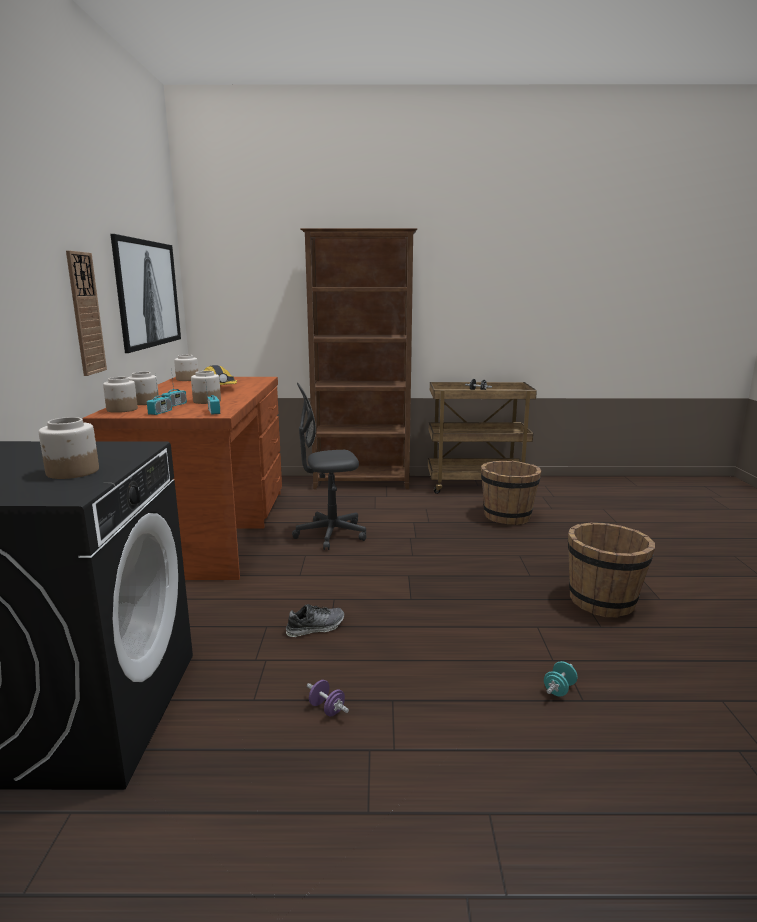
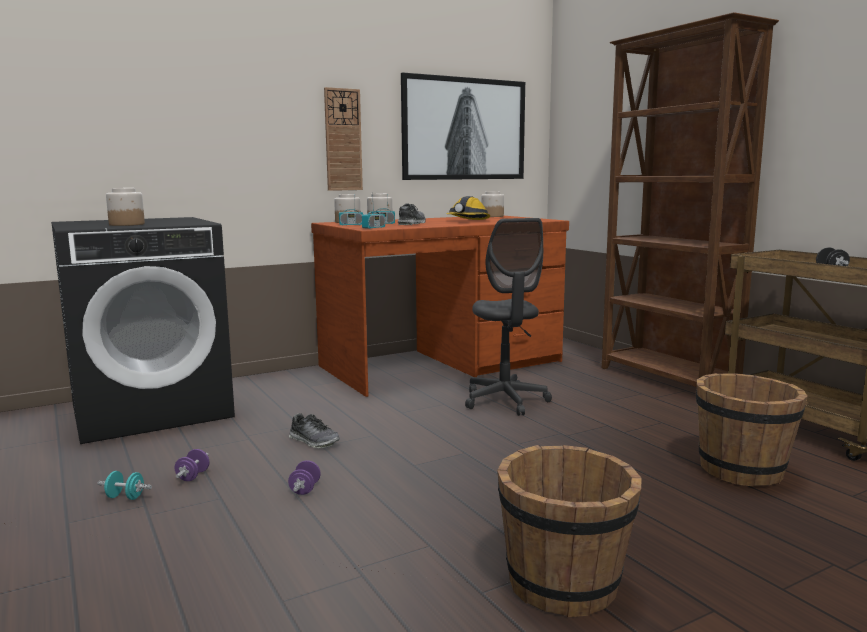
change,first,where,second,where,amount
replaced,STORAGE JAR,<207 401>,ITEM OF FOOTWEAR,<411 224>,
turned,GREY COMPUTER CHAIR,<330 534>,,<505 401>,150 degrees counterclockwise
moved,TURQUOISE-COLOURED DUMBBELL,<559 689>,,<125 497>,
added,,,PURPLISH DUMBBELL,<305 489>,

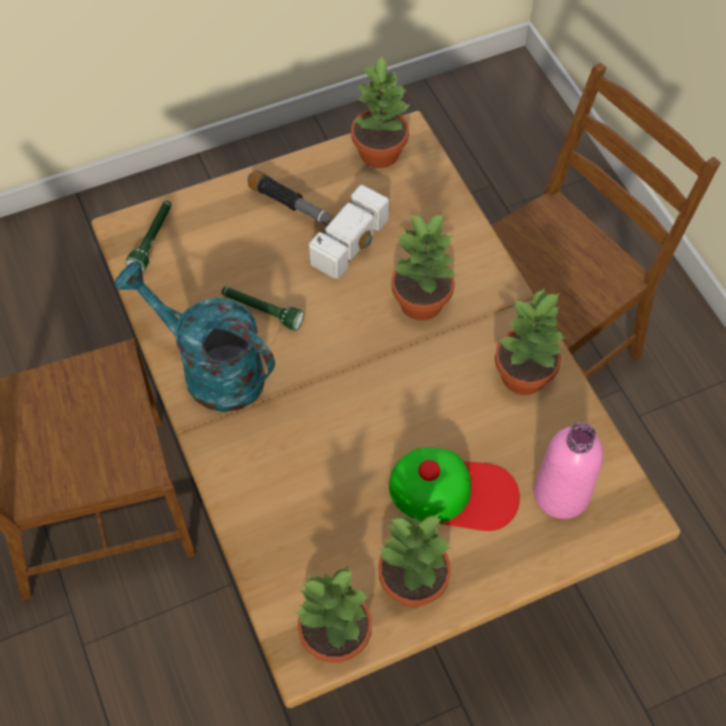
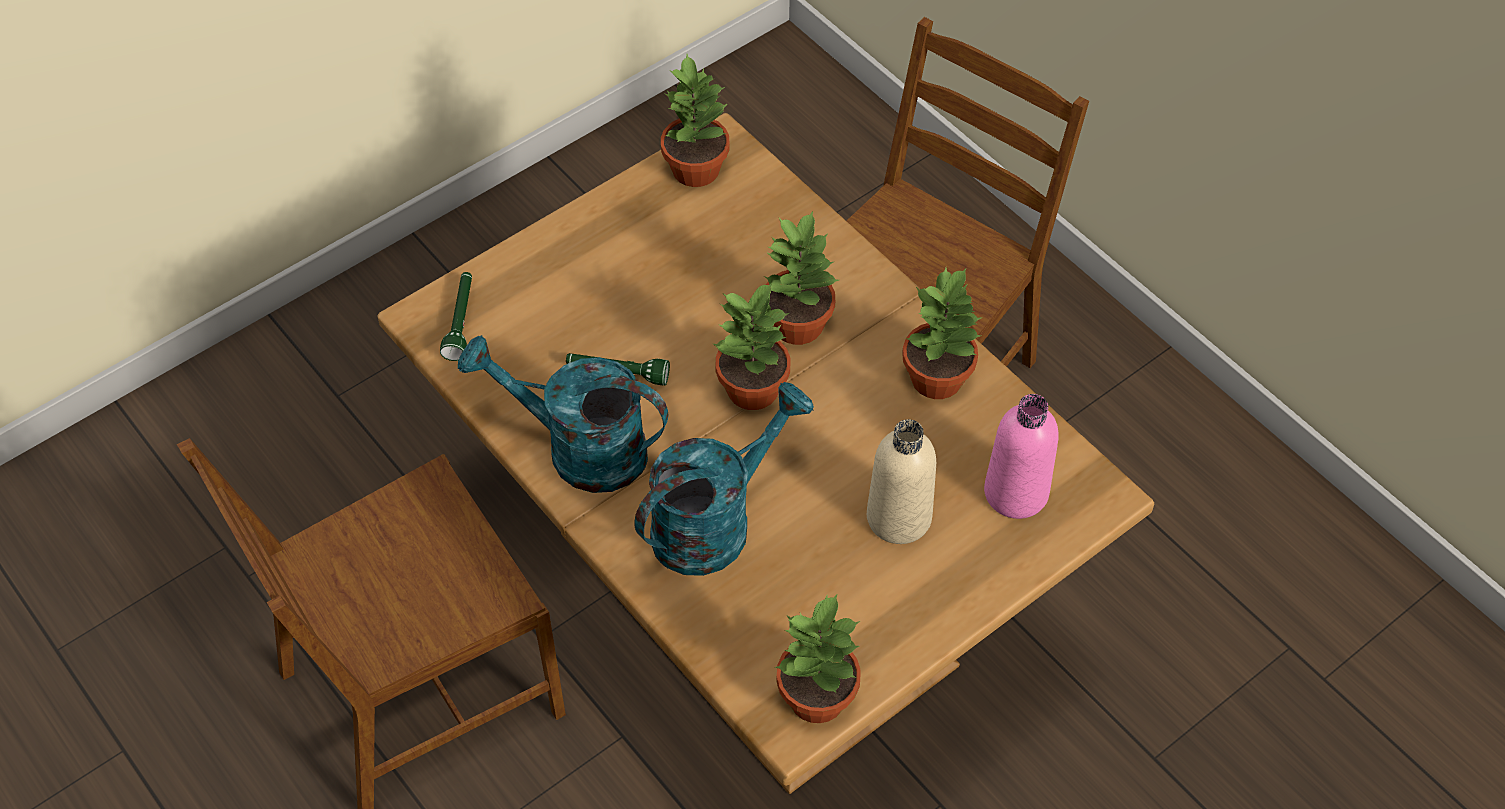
change,first,where,second,where,amount
removed,TOOL HAMMER,<308 219>,,,
replaced,CAP,<454 492>,BEIGE-COLOURED BEVERAGE BOTTLE,<899 517>,
moved,PLANT IN A POT,<411 583>,,<751 389>,
added,,,TURQUOISE-COLOURED SPRINKLING CAN,<714 521>,

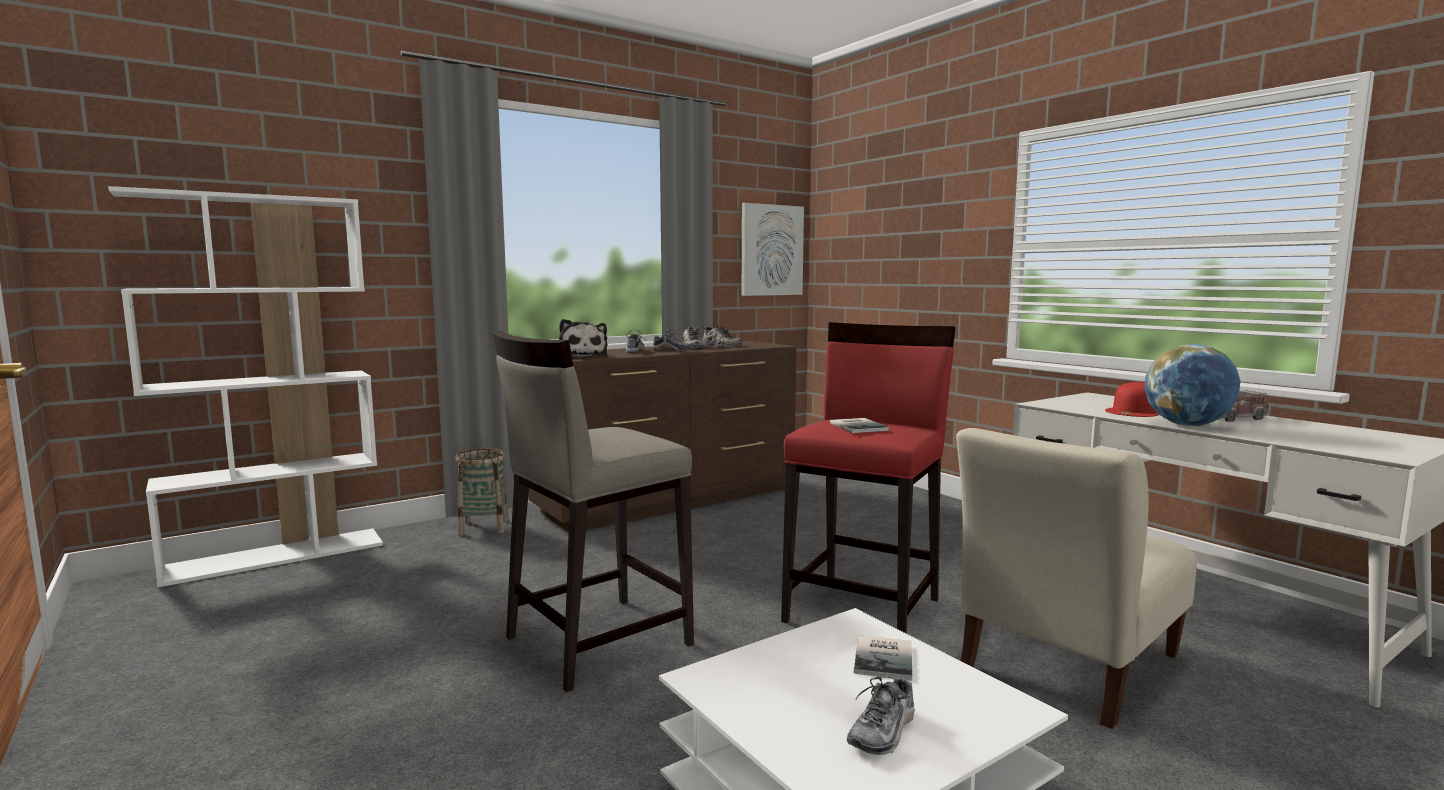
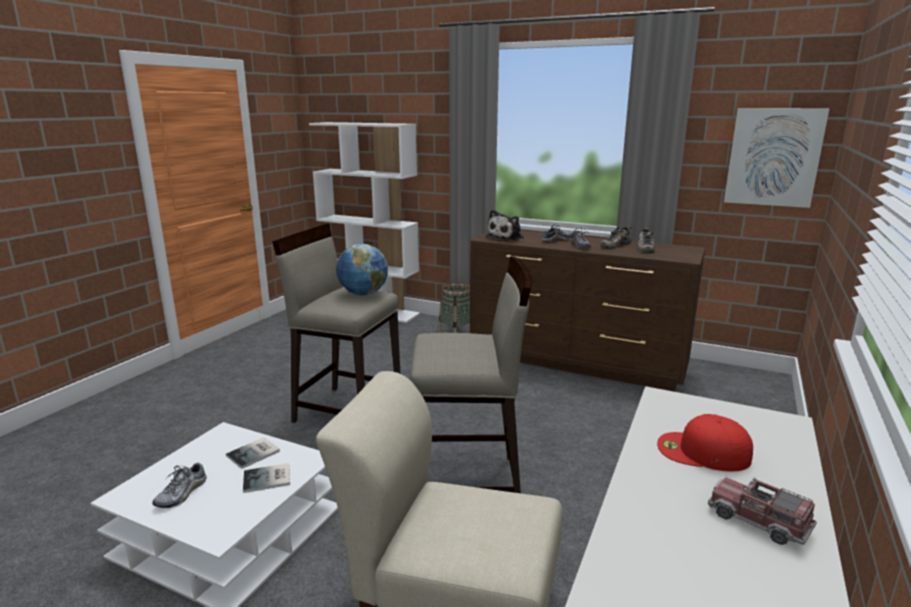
change,first,where,second,where,amount
recoloured,RED-COLOURED STOOL,<864 609>,BEIGE-COLOURED STOOL,<468 485>,
moved,WORLD GLOBE,<1187 425>,,<363 294>,
moved,VOLUME,<859 426>,,<255 453>,
turned,ITEM OF FOOTWEAR,<883 732>,,<182 494>,75 degrees counterclockwise

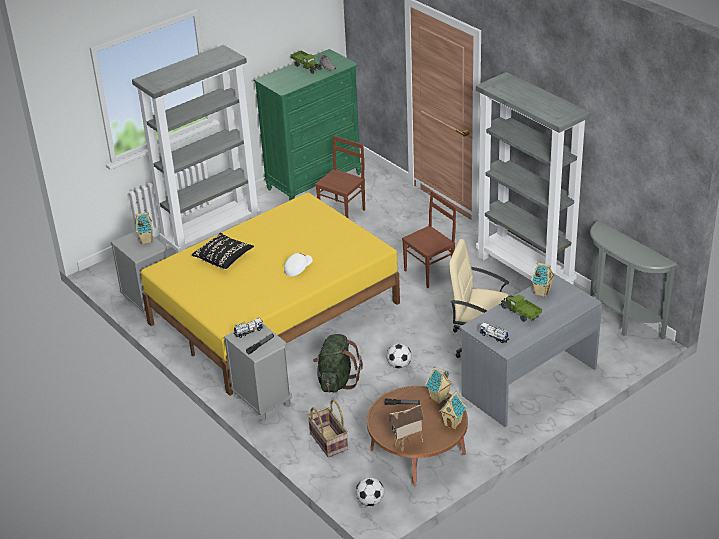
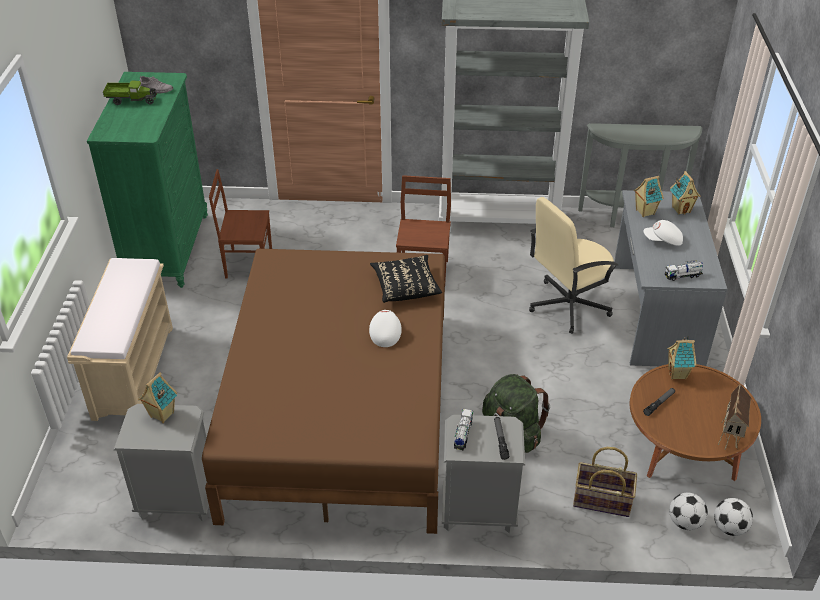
change,first,where,second,where,amount
replaced,GREY BOOKSHELF,<212 234>,BEIGE-COLOURED BENCH,<133 371>,
turned,BROWNISH CHAIR,<343 212>,,<248 263>,75 degrees counterclockwise
recoloured,YELLOWISH BED,<274 312>,BROWNISH BED,<339 409>,
moved,BLACKISH CUSHION,<223 258>,,<405 287>,
replaced,TOY TRUCK,<520 313>,WHITE CAP,<663 241>,
moved,FOOTBALL,<399 365>,,<685 522>,
moved,MODEL HOUSE,<453 423>,,<681 209>,

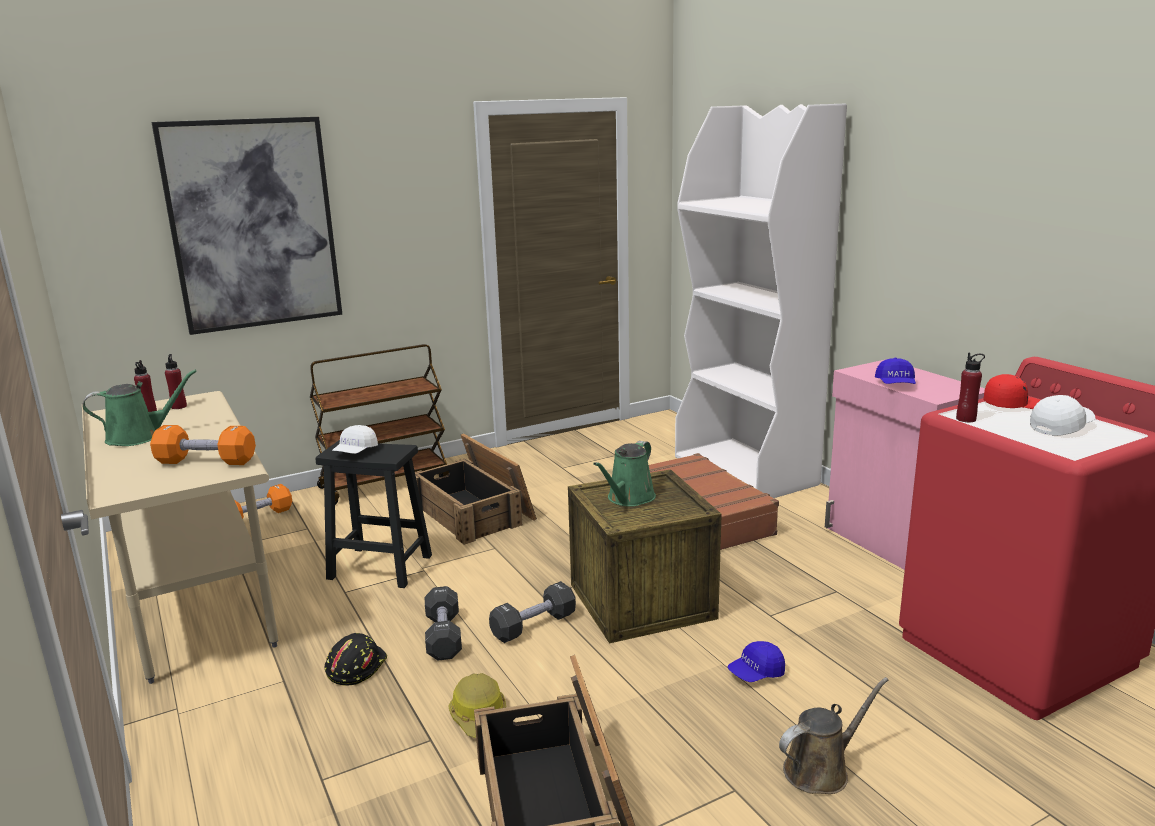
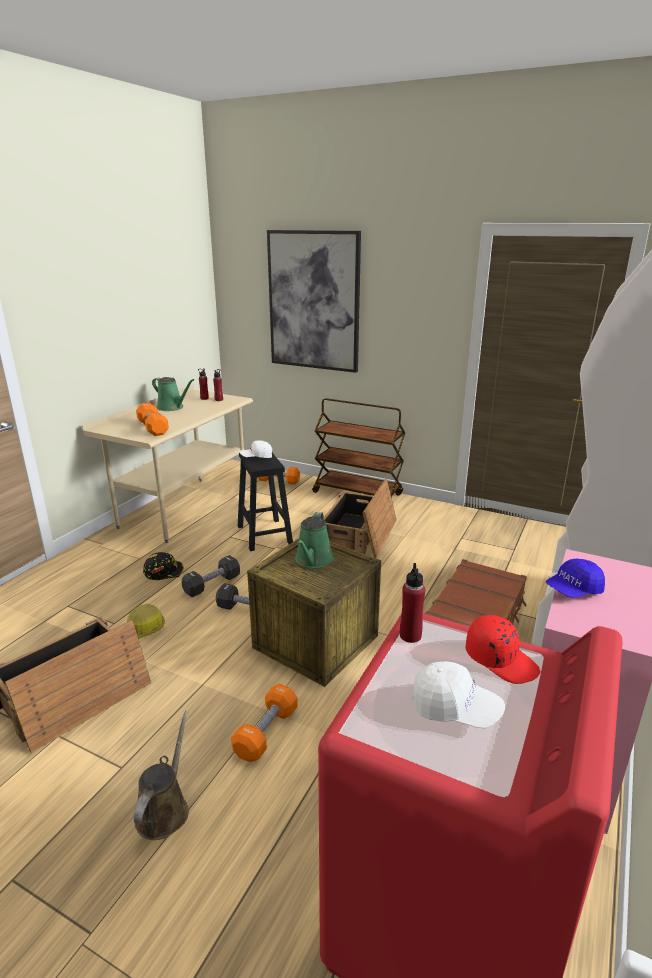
change,first,where,second,where,amount
turned,GREEN SPRINKLING CAN,<628 498>,,<313 560>,75 degrees counterclockwise
replaced,BLUE CAP,<756 673>,ORANGEY DUMBBELL,<266 732>,
turned,BROWNISH SPRINKLING CAN,<821 770>,,<164 809>,105 degrees counterclockwise

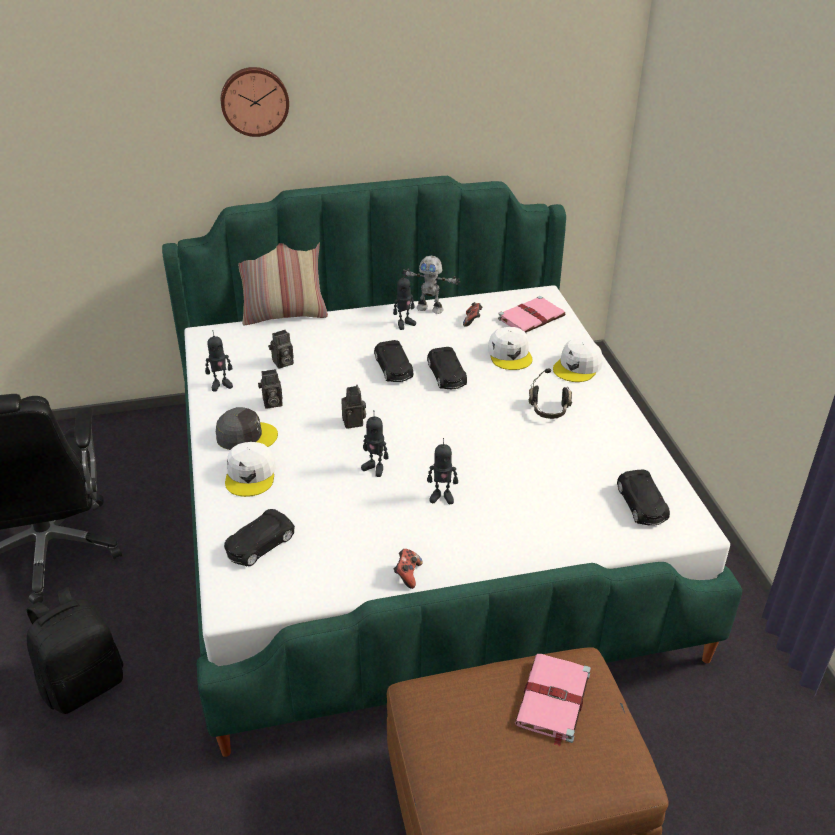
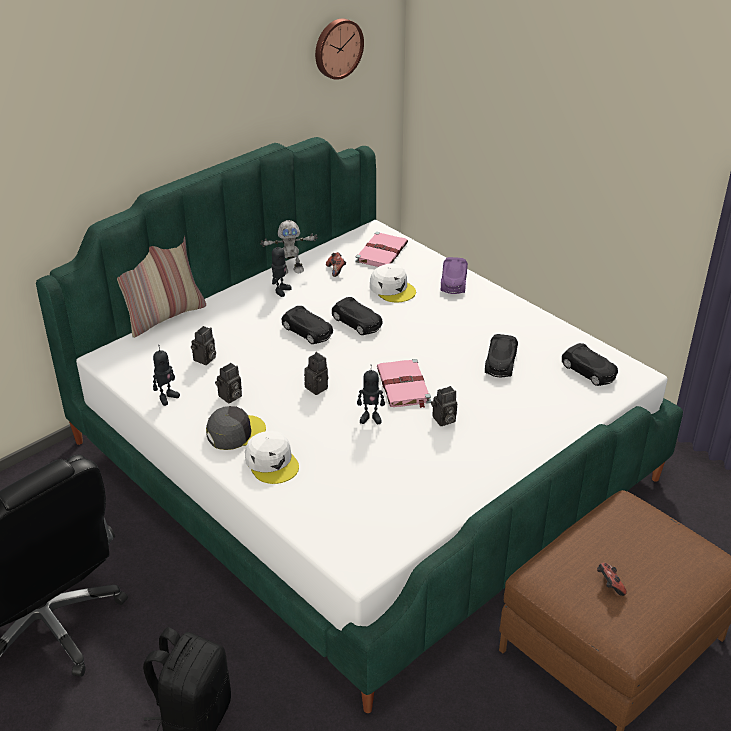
change,first,where,second,where,amount
moved,HANGING CLOCK,<254 101>,,<337 48>,
replaced,WHITE CAP,<578 367>,PURPLISH MINIATURE CAR,<453 282>,
removed,BLACKISH HEADPHONES,<549 410>,,,
replaced,MODEL ROBOT,<442 496>,PHOTO CAMERA,<443 420>,
moved,BLACKISH MINIATURE CAR,<259 544>,,<500 362>,
moved,GAME CONTROLLER,<407 575>,,<609 585>,
moved,PINK-COLOURED VOLUME,<553 700>,,<403 386>,

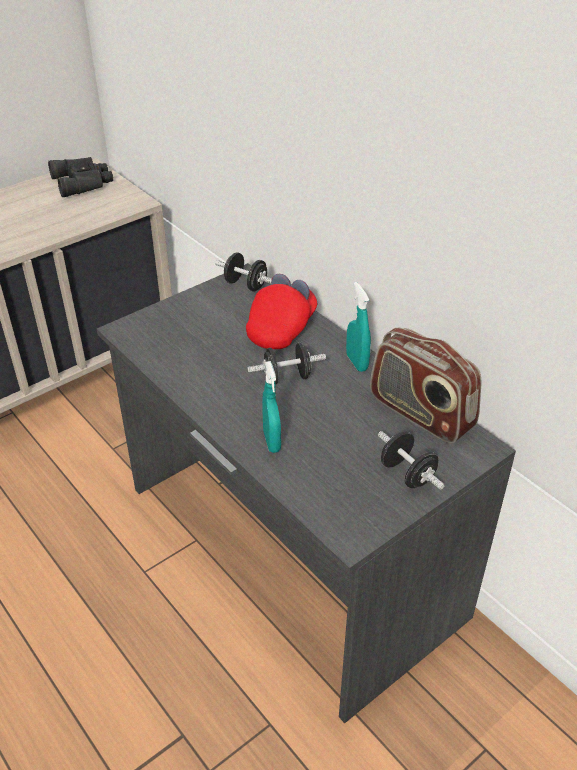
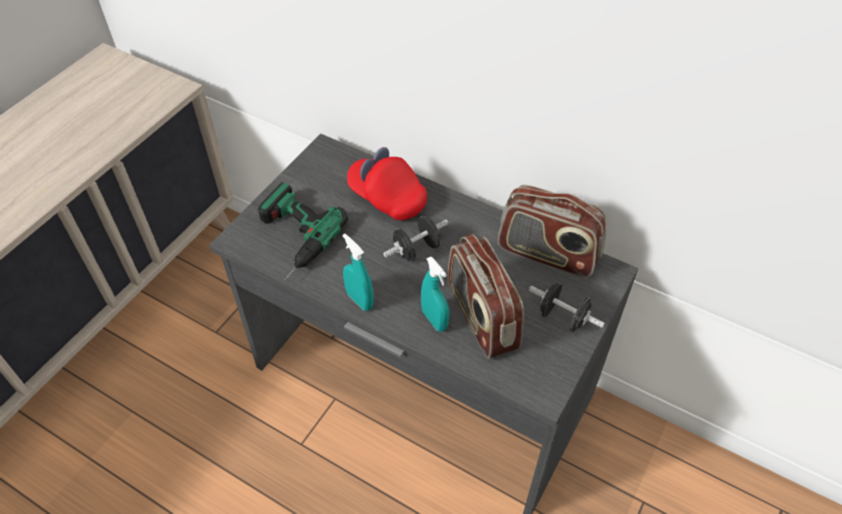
change,first,where,second,where,amount
removed,BLACKISH FIELD GLASSES,<83 182>,,,
removed,BLACKISH DUMBBELL,<246 285>,,,
turned,RED-COLOURED CAP,<282 328>,,<387 198>,60 degrees counterclockwise
moved,TURQUOISE-COLOURED HAND SPRAYER,<356 362>,,<359 300>,
added,,,POWER DRILL,<290 239>,
added,,,RADIO SET,<481 317>,

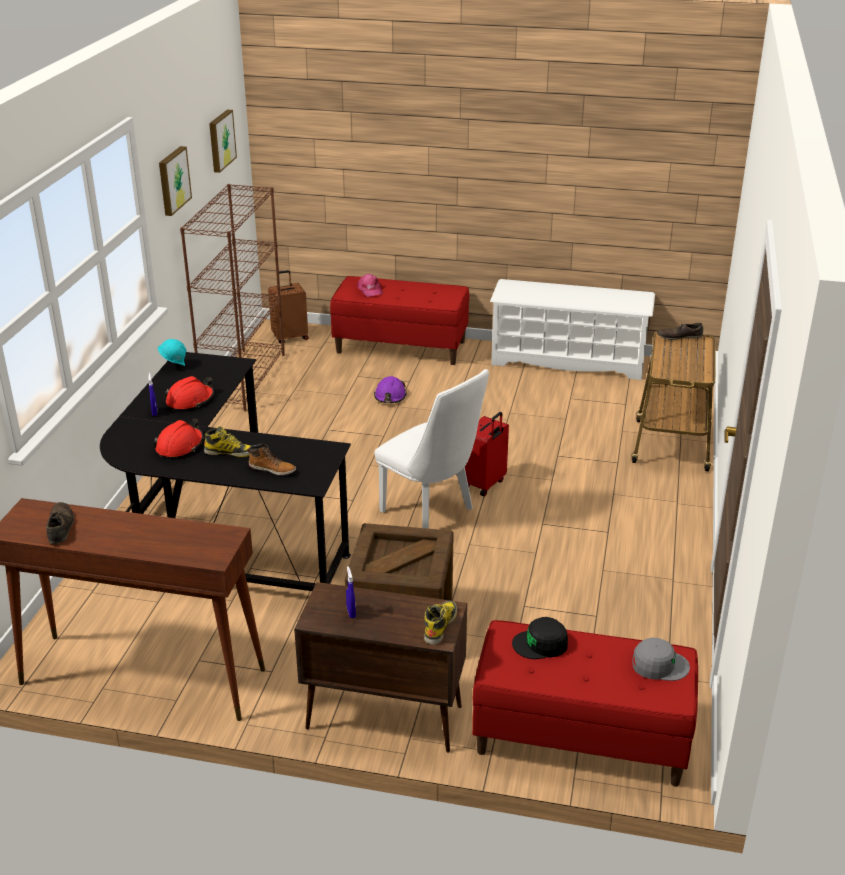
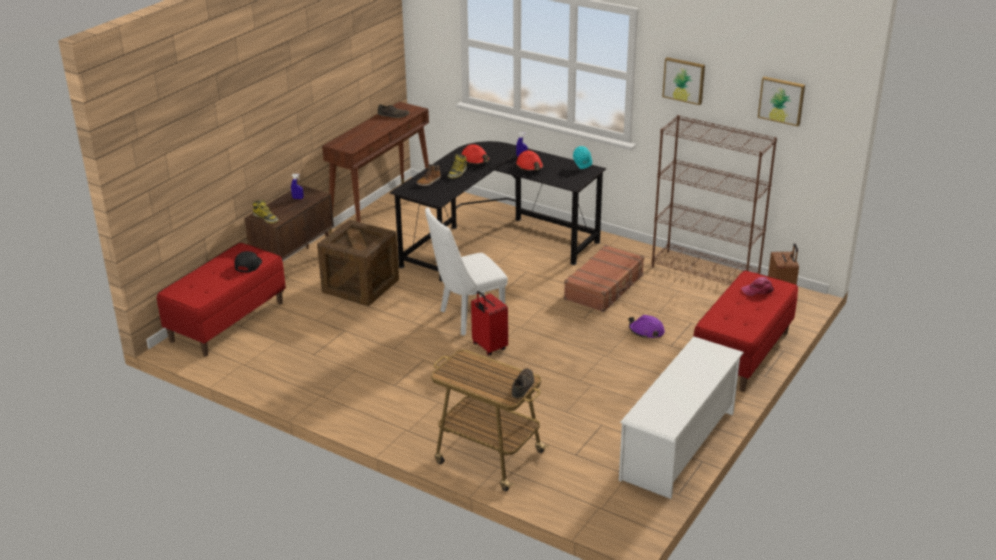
change,first,where,second,where,amount
removed,GREY CAP,<659 665>,,,
added,,,BROWNISH PIECE OF LUGGAGE,<604 287>,

